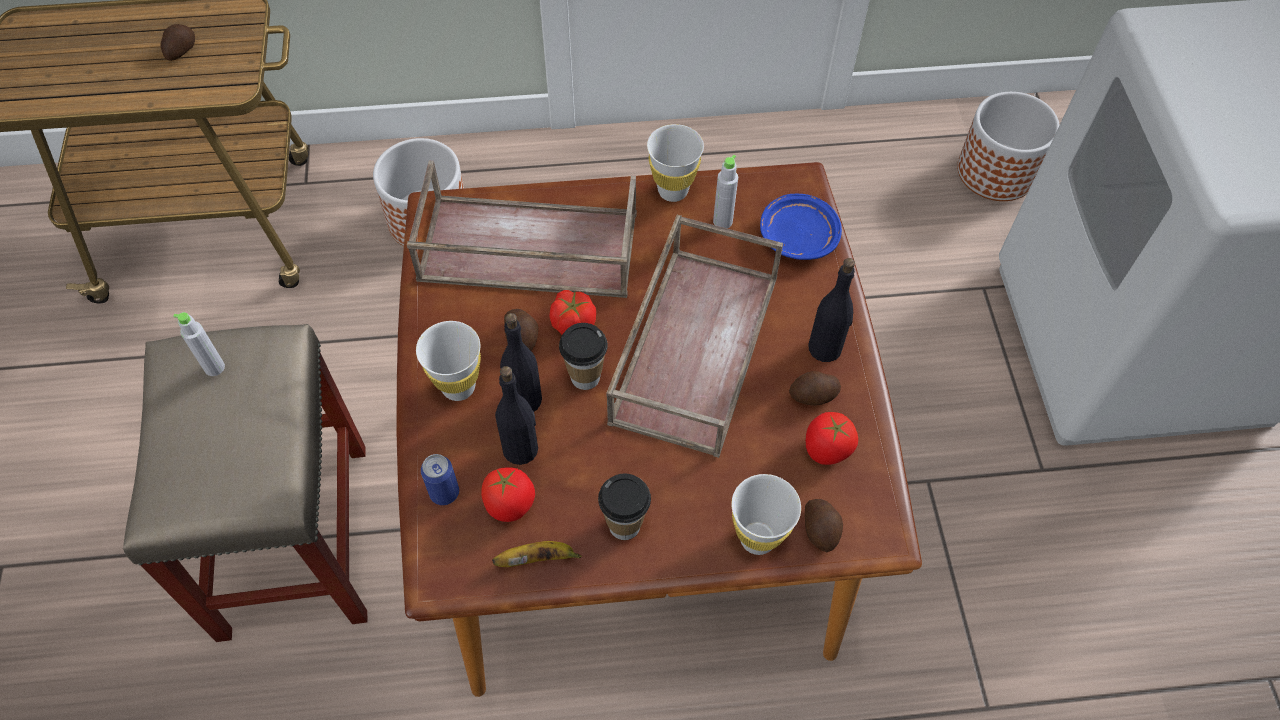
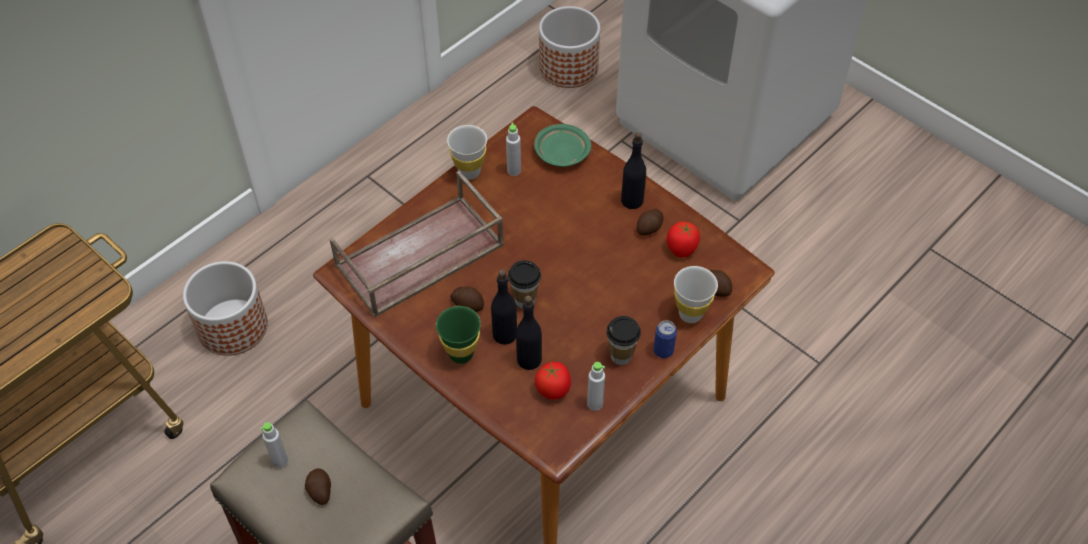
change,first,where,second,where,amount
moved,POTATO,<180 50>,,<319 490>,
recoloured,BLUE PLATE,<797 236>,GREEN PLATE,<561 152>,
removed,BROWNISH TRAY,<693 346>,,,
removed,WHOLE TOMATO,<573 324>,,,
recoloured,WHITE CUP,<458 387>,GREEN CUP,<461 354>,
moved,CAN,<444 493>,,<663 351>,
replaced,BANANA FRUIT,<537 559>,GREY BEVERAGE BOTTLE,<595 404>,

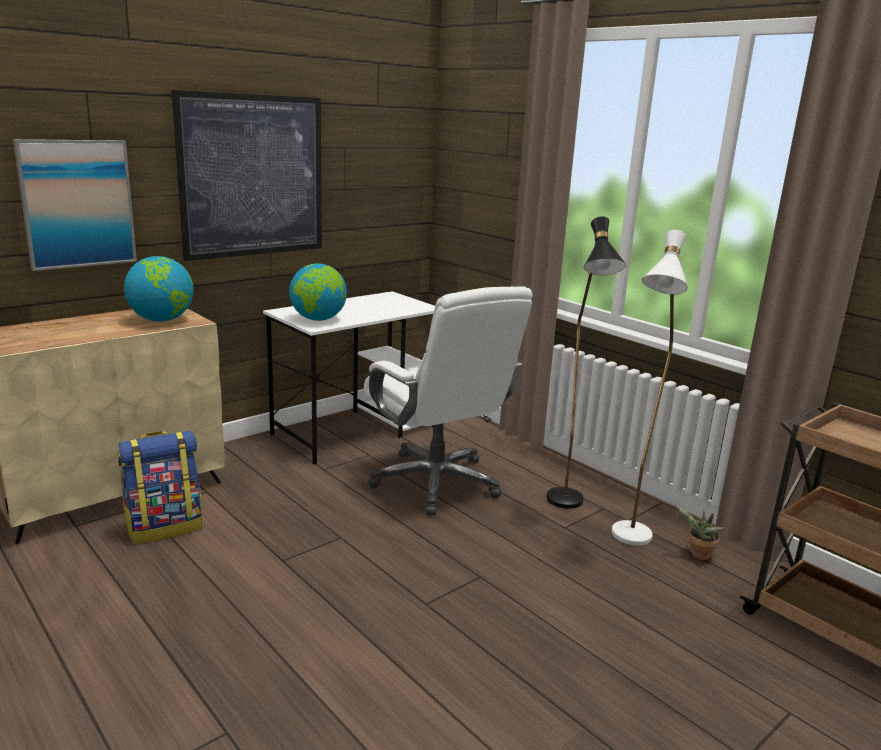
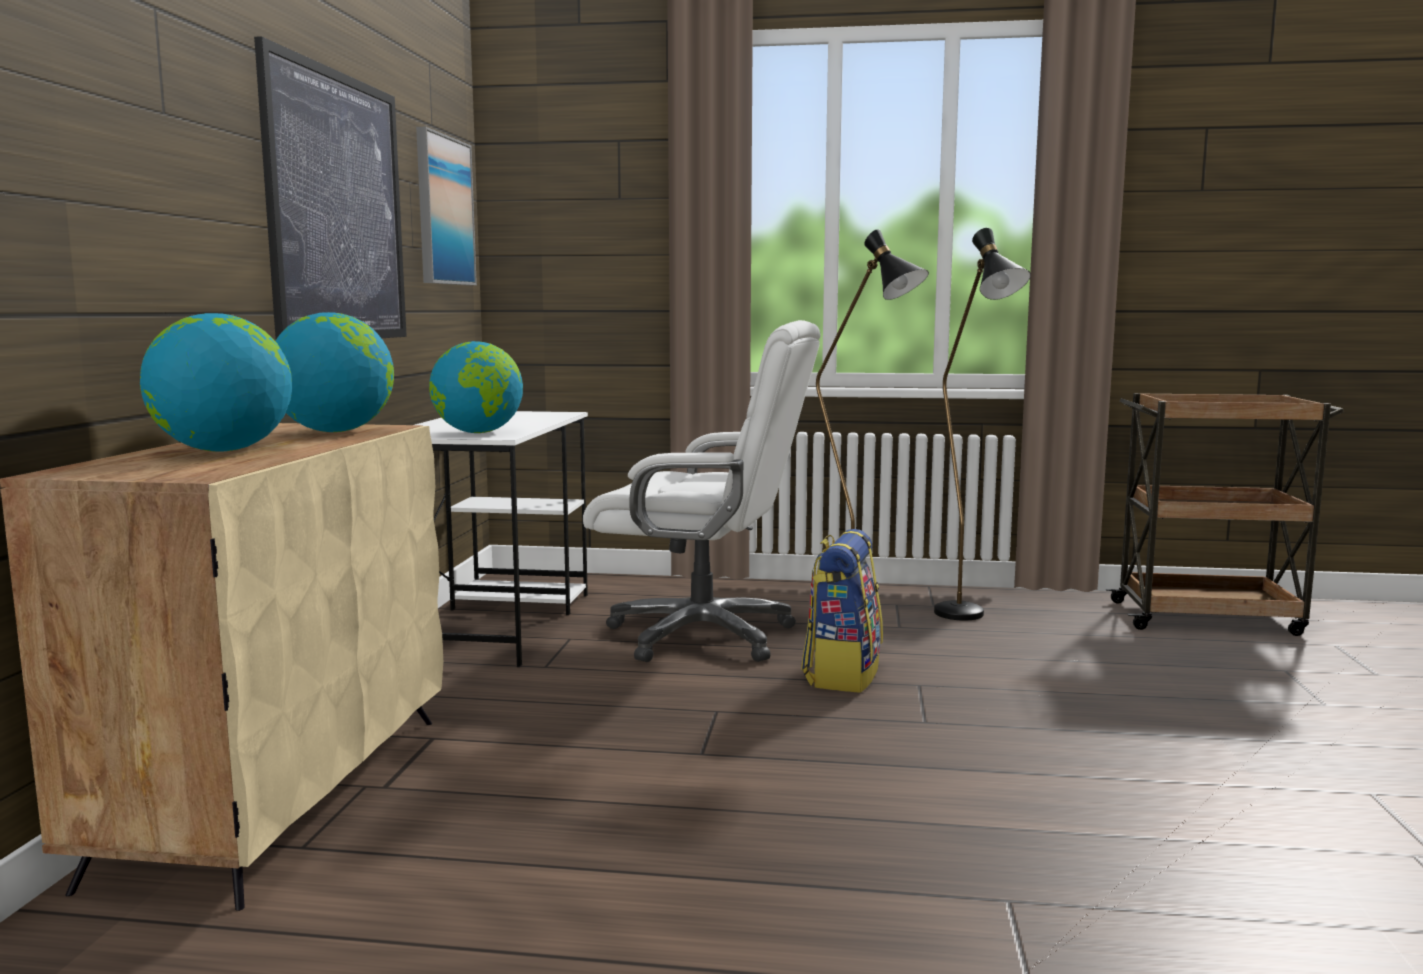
change,first,where,second,where,amount
moved,WALL ART,<77 204>,,<443 211>,
recoloured,WHITE STANDING LAMP,<629 542>,BLACKISH STANDING LAMP,<969 618>,
moved,BACKPACK,<165 527>,,<841 674>,
removed,PLANT IN A POT,<698 556>,,,
added,,,WORLD GLOBE,<223 450>,

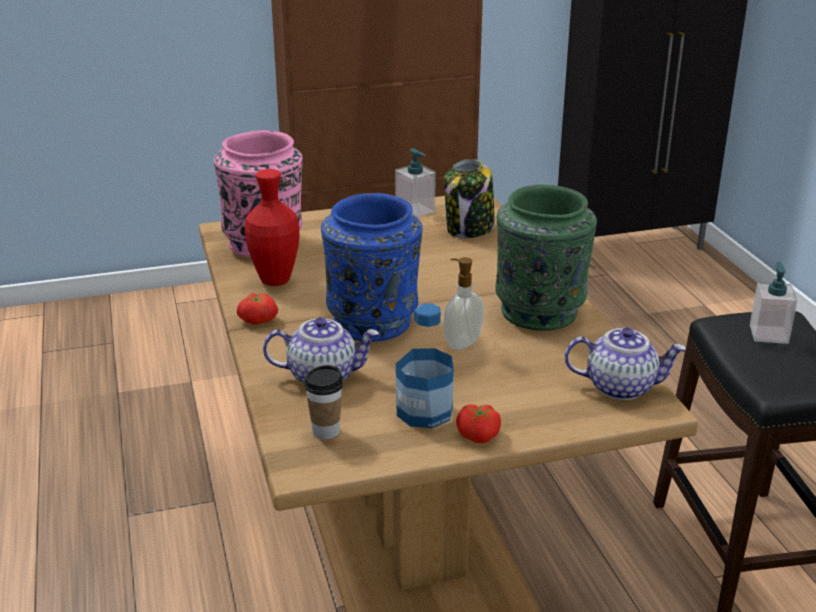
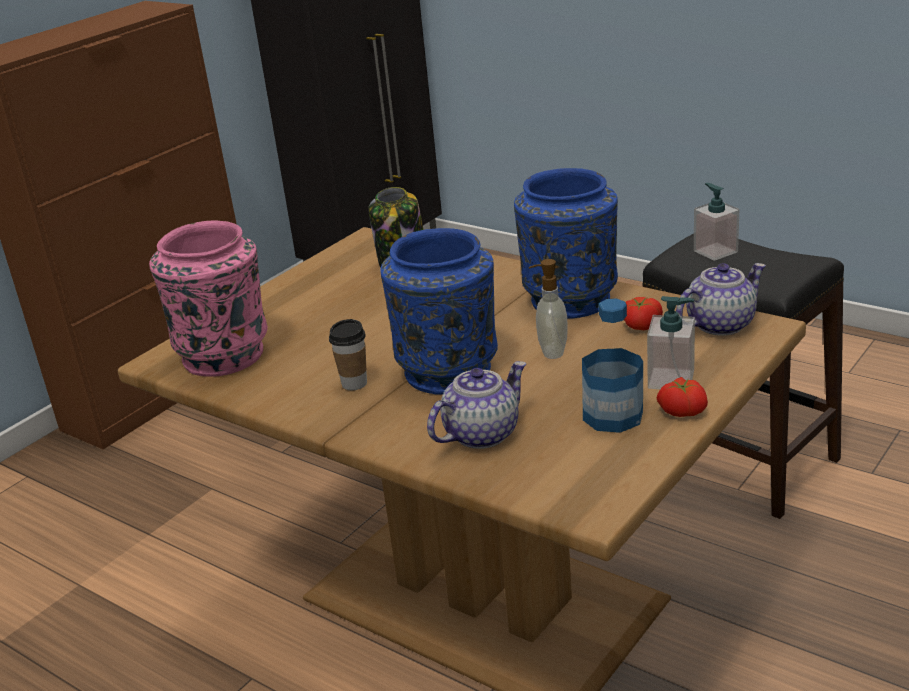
change,first,where,second,where,amount
moved,LIQUID SOAP BOTTLE,<415 210>,,<671 379>,
removed,RED-COLOURED VASE,<275 280>,,,
recoloured,GREEN VASE,<539 311>,BLUE VASE,<569 299>,
moved,WHOLE TOMATO,<258 319>,,<640 325>,
moved,CUP,<326 431>,,<354 383>,

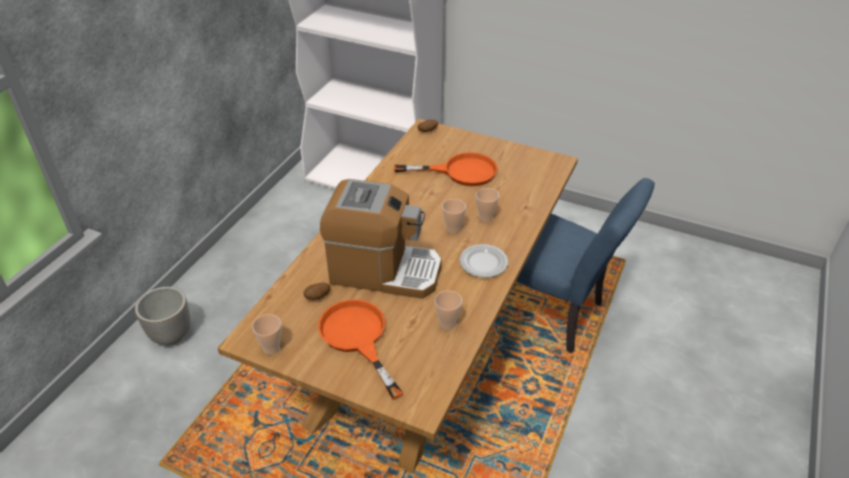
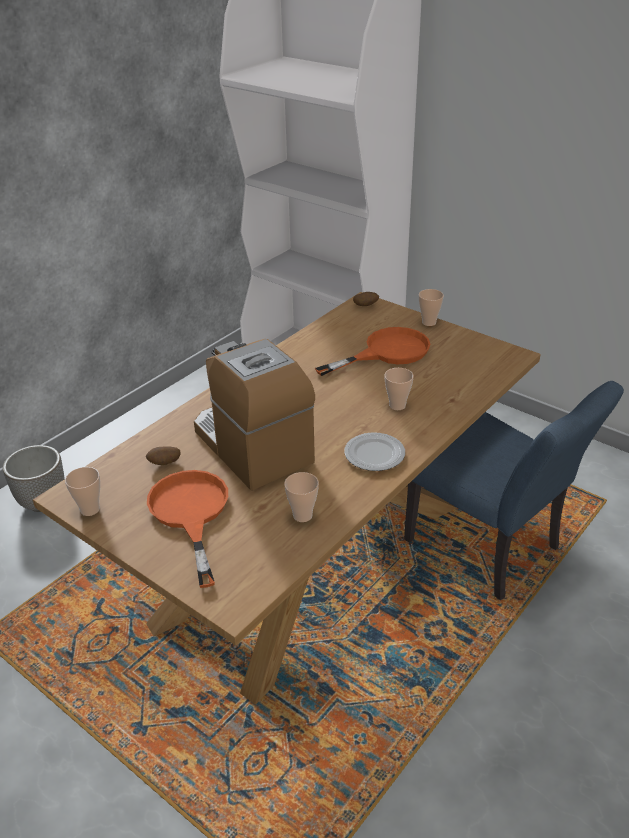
change,first,where,second,where,amount
turned,ORANGEY FRYING PAN,<460 171>,,<386 352>,45 degrees counterclockwise
turned,COFFEE BREWER,<384 271>,,<252 446>,150 degrees counterclockwise
moved,CUP,<453 229>,,<429 322>,

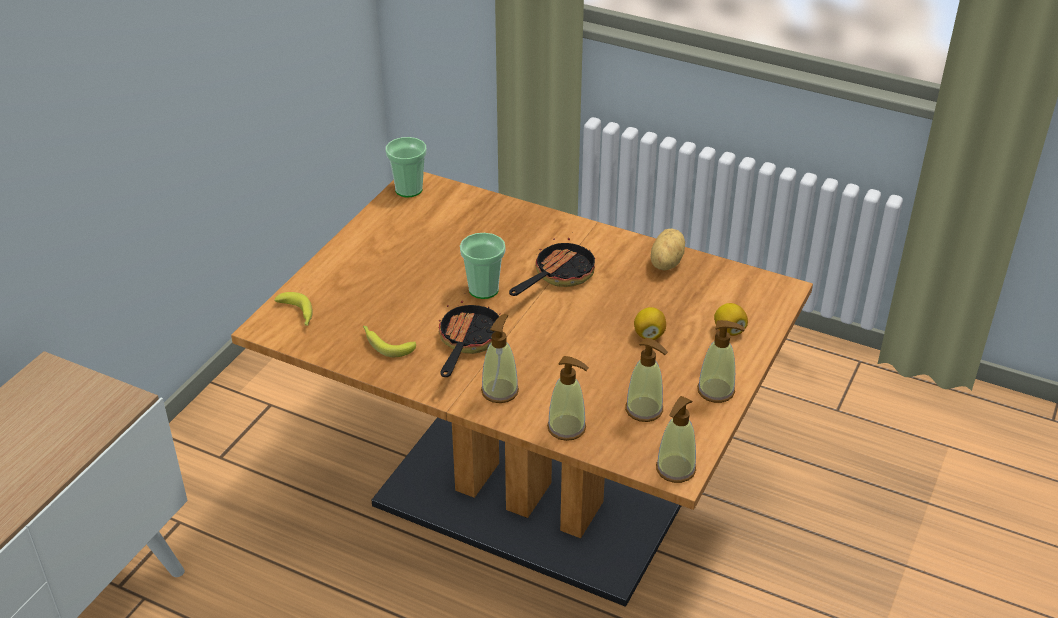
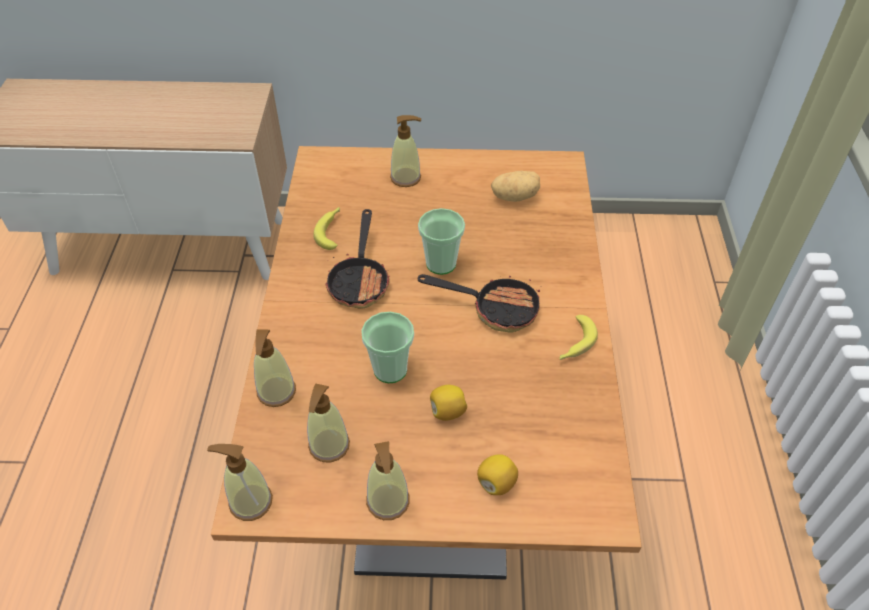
change,first,where,second,where,amount
moved,CUP,<408 189>,,<390 369>,
moved,POTATO,<665 263>,,<515 196>,
moved,BANANA FRUIT,<297 314>,,<574 343>,
turned,FRYING PAN,<467 343>,,<360 280>,105 degrees clockwise
moved,LIQUID SOAP BOTTLE,<500 391>,,<406 177>,

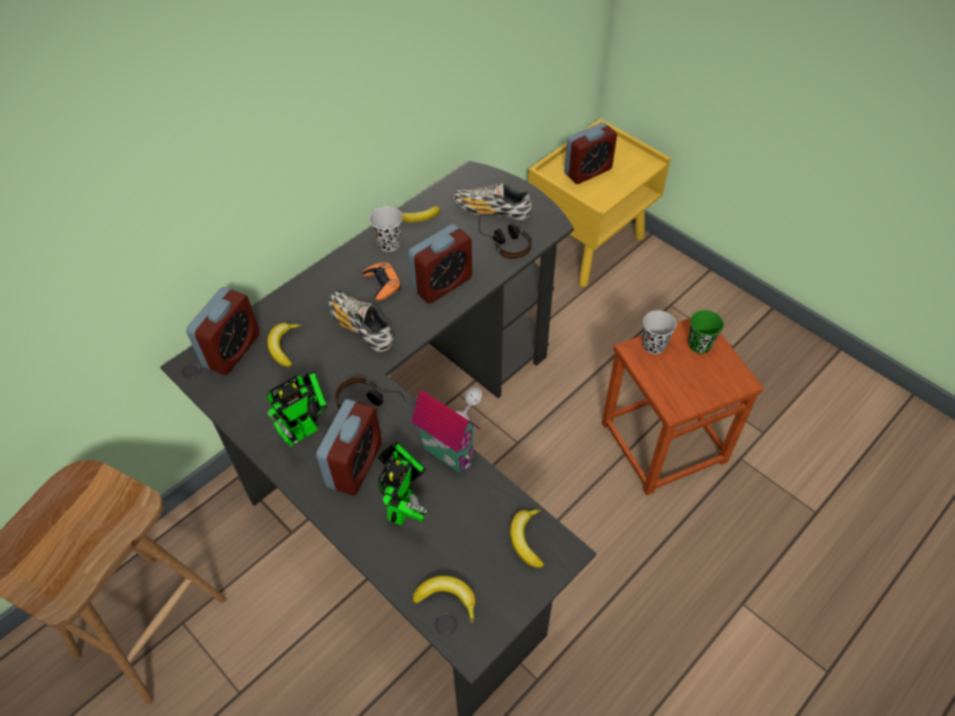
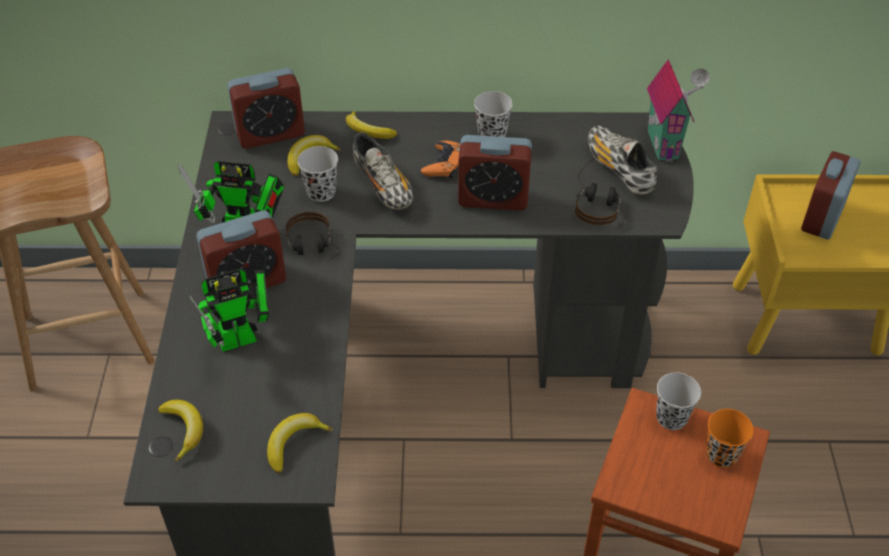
change,first,where,second,where,amount
turned,BEDSIDE CLOCK,<588 171>,,<822 217>,105 degrees clockwise
moved,BANANA FRUIT,<418 218>,,<368 131>,
turned,ITEM OF FOOTWEAR,<361 328>,,<383 186>,150 degrees clockwise
recoloured,GREEN CUP,<699 345>,ORANGEY CUP,<721 455>,
moved,MODEL HOUSE,<450 451>,,<666 144>,
added,,,BLACKISH CUP,<321 192>,

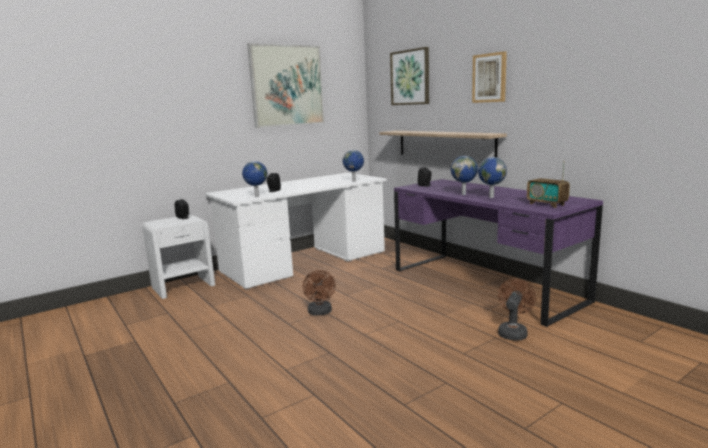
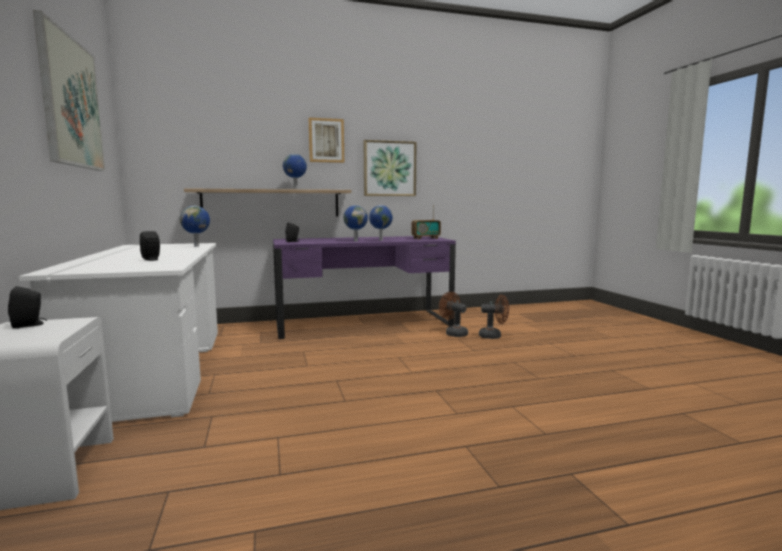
change,first,where,second,where,amount
moved,WALL ART,<410 77>,,<389 168>,
moved,WORLD GLOBE,<256 196>,,<295 189>,
moved,BROWNISH FAN,<320 312>,,<494 336>,

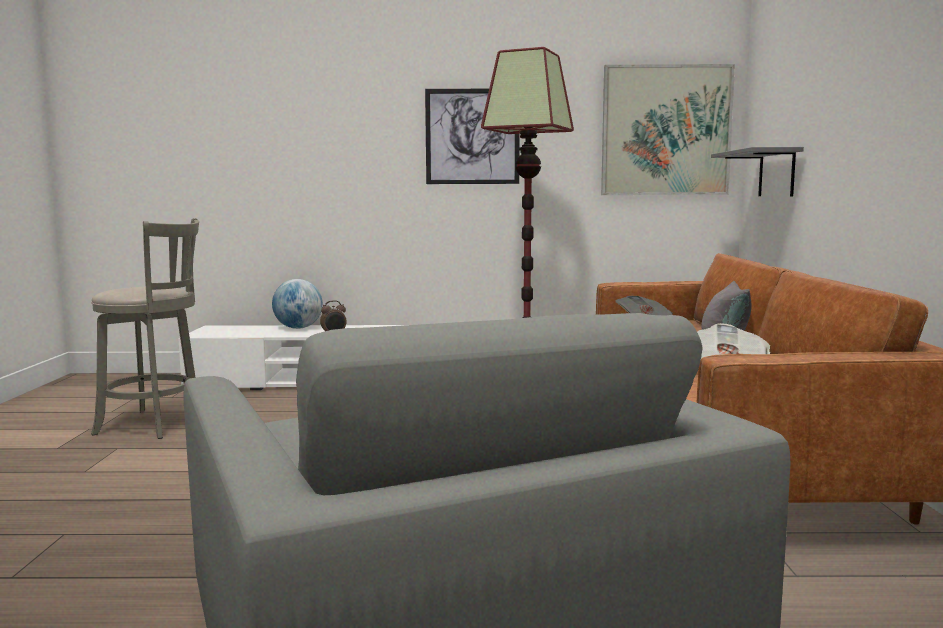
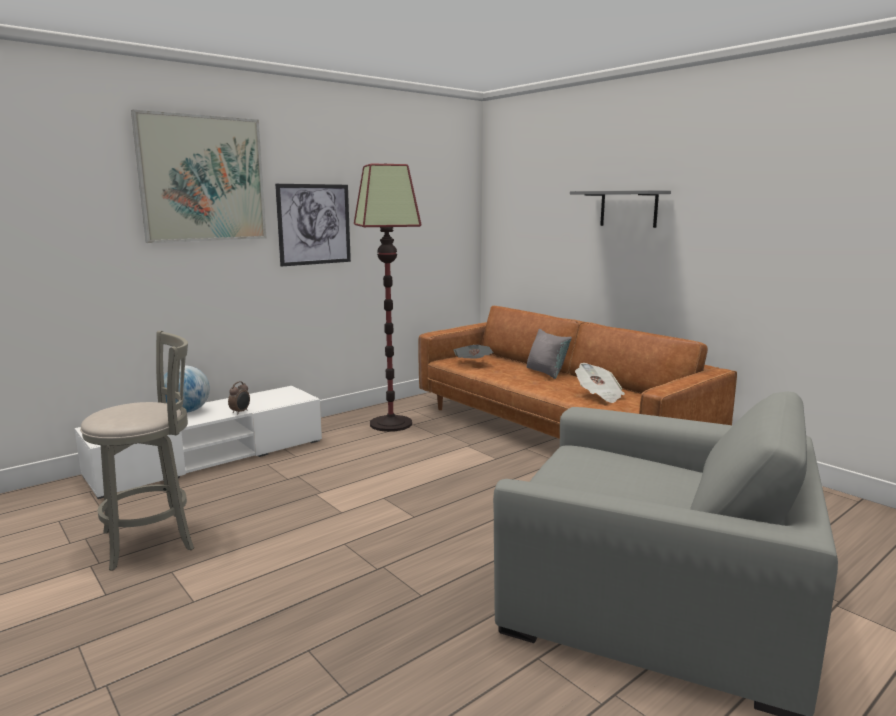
change,first,where,second,where,amount
moved,WALL ART,<666 131>,,<202 179>,
moved,GREY WALL SHELF,<776 173>,,<628 208>,

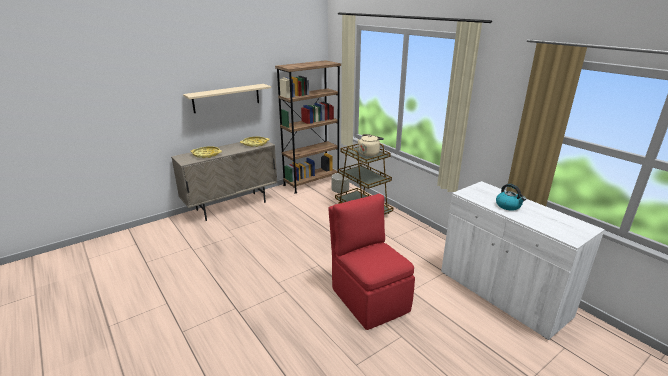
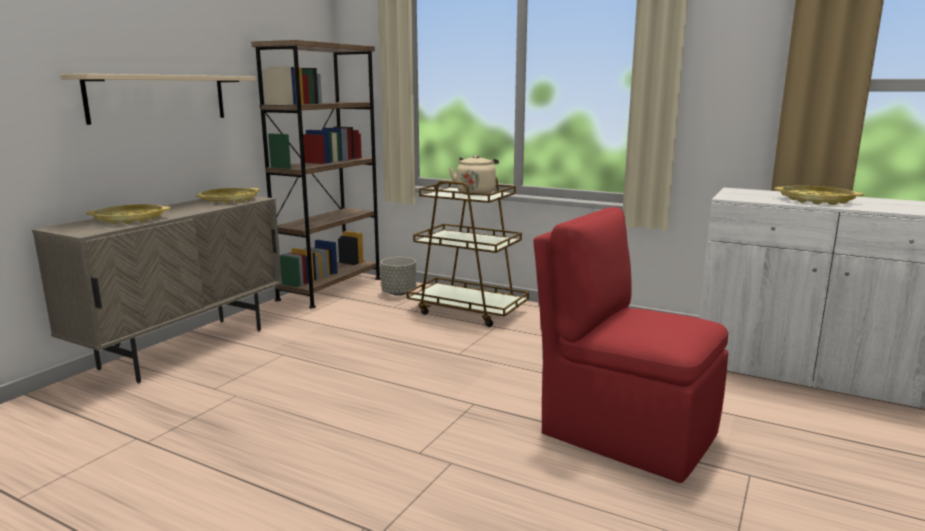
change,first,where,second,where,amount
replaced,TEA KETTLE,<508 206>,YELLOWISH TRAY,<816 200>,

